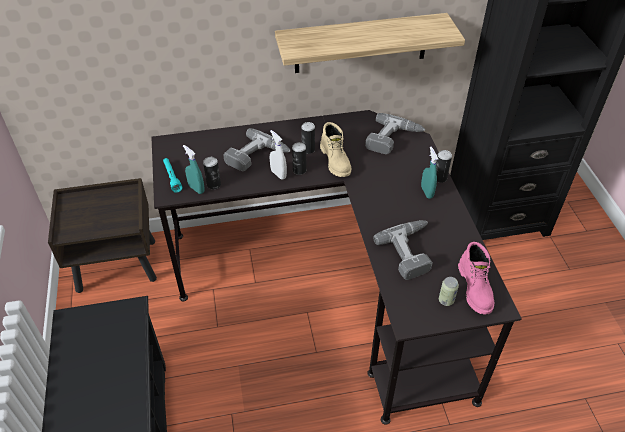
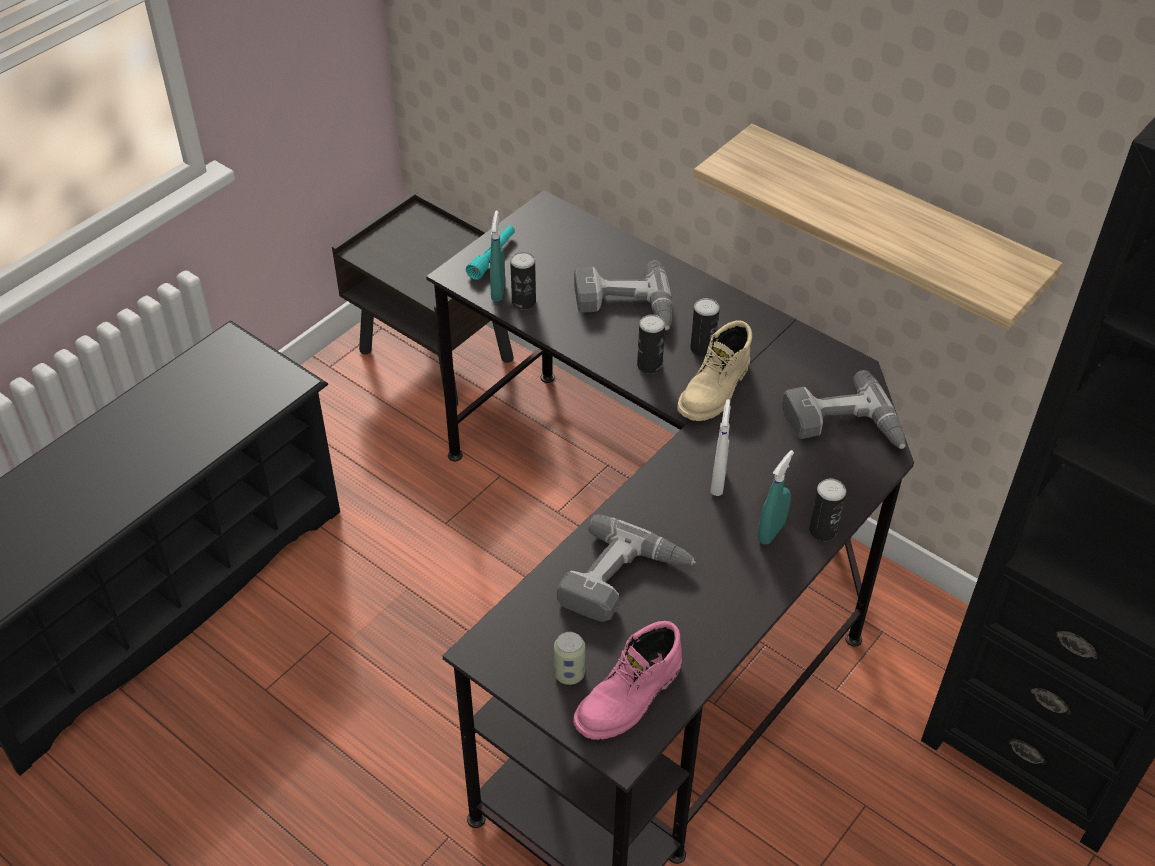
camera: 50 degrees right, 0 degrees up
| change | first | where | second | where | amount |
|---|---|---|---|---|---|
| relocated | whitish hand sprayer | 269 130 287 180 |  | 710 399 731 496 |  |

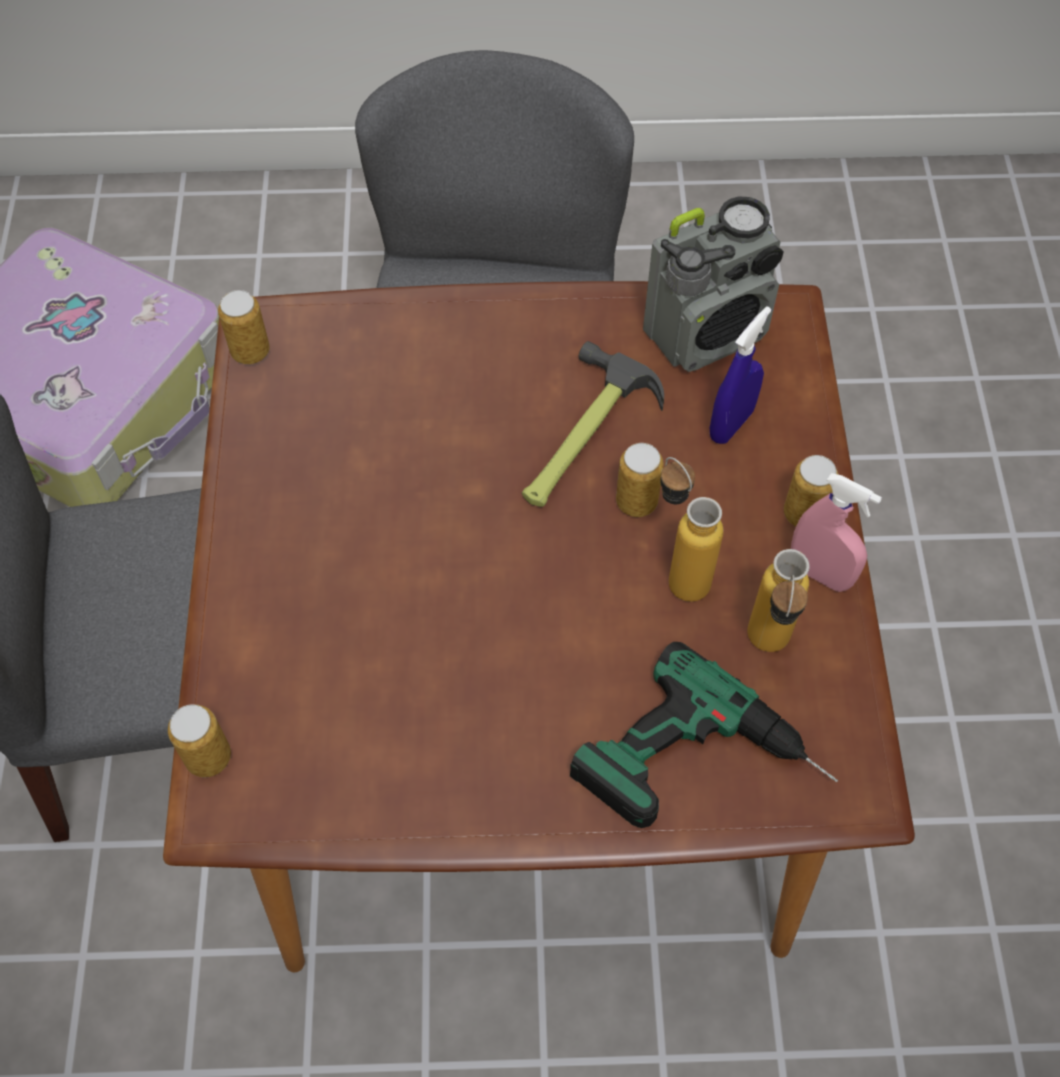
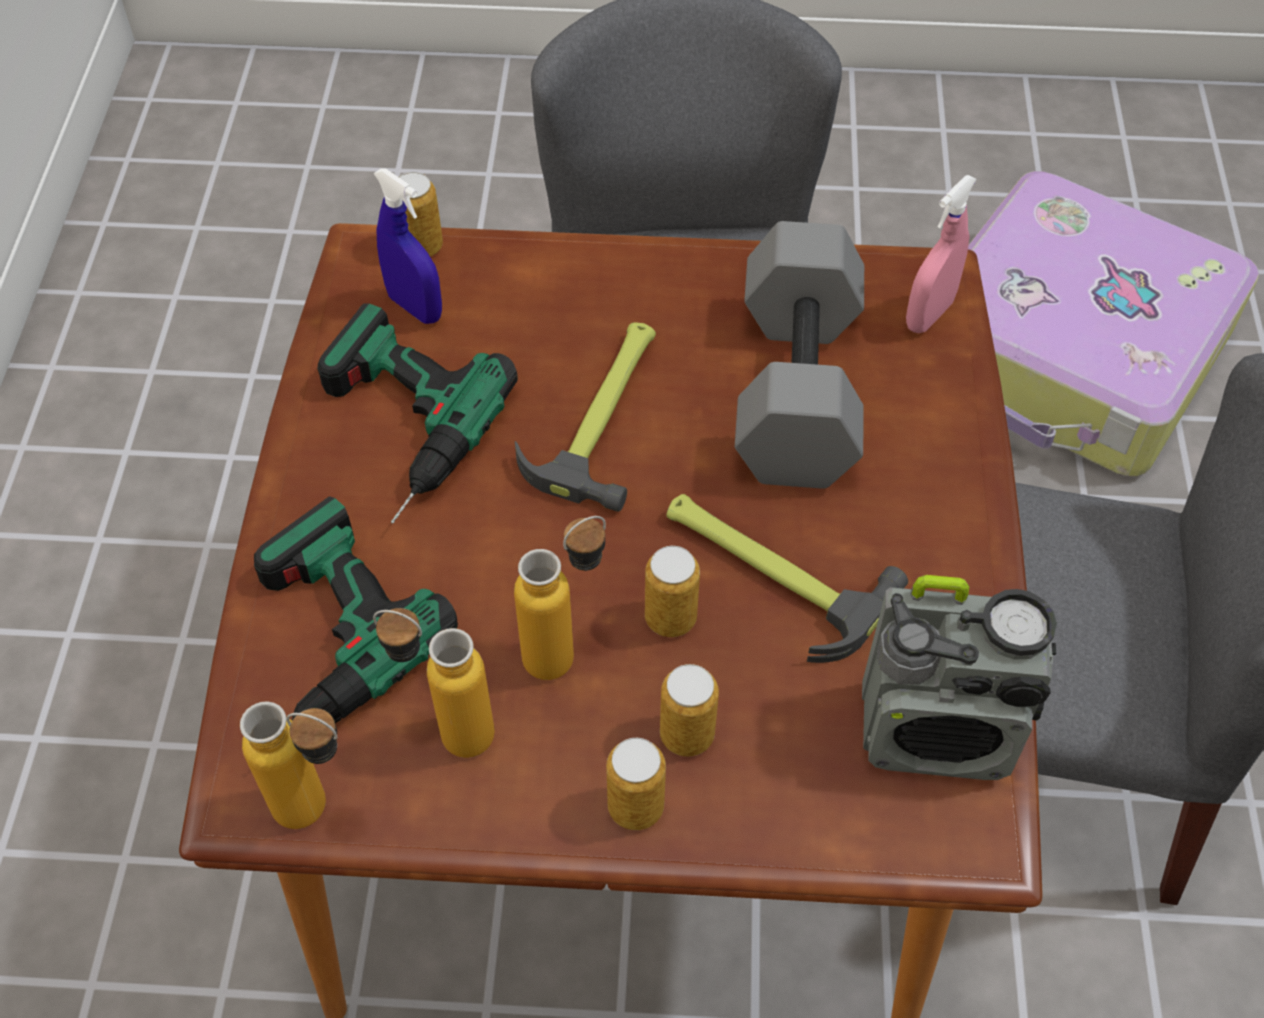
camera: 95 degrees right, 5 degrees down
| change | first | where | second | where | amount |
|---|---|---|---|---|---|
| relocated | sealed can | 218 290 270 364 |  | 660 664 719 757 |  |
| spun | radio | 643 196 784 372 |  | 862 575 1057 780 | 60 degrees counterclockwise |
| relocated | blue hand sprayer | 710 306 771 444 |  | 373 168 442 324 |  |
| relocated | pink-coloured hand sprayer | 791 473 882 592 |  | 906 175 977 333 |  |
| appeared |  |  | bottle | 240 701 337 829 |  |
| appeared |  |  | electric drill | 317 303 518 524 |  |
| appeared |  |  | hand hammer | 515 322 656 512 |  |
| appeared |  |  | grey dumbbell | 735 221 864 489 |  |

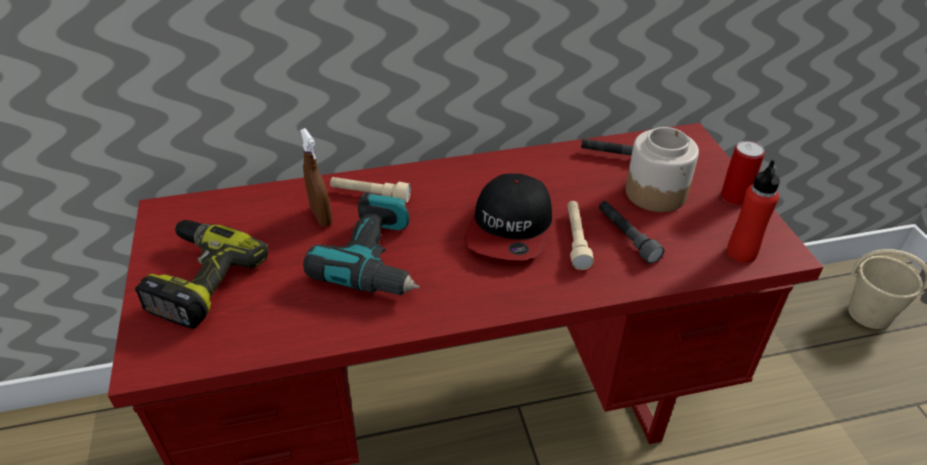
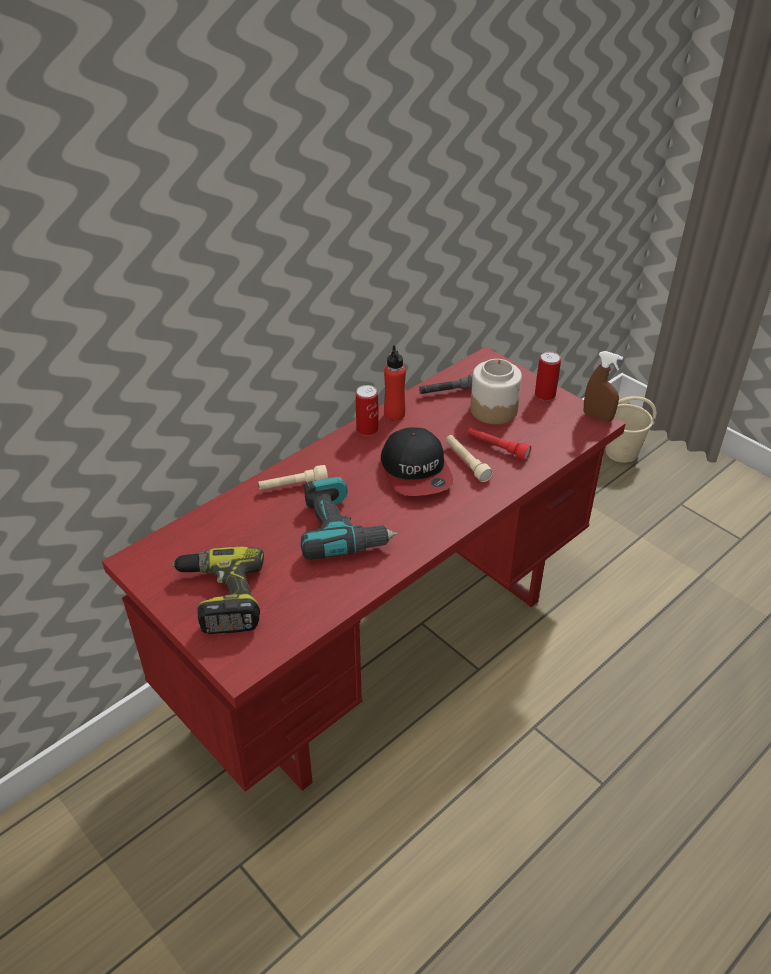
camera: 30 degrees left, 0 degrees up
| change | first | where | second | where | amount |
|---|---|---|---|---|---|
| relocated | brownish hand sprayer | 300 128 332 226 |  | 584 351 623 422 |  |
| colour | grey hand torch | 599 201 664 264 | red-coloured hand torch | 467 428 531 461 |  |
| relocated | red-coloured bottle | 727 160 780 263 |  | 384 345 406 421 |  |
| appeared |  |  | sealed can | 356 385 378 436 |  |

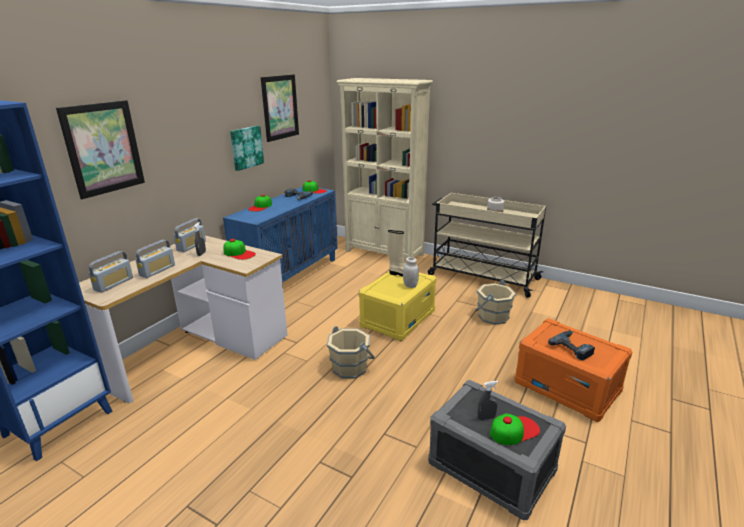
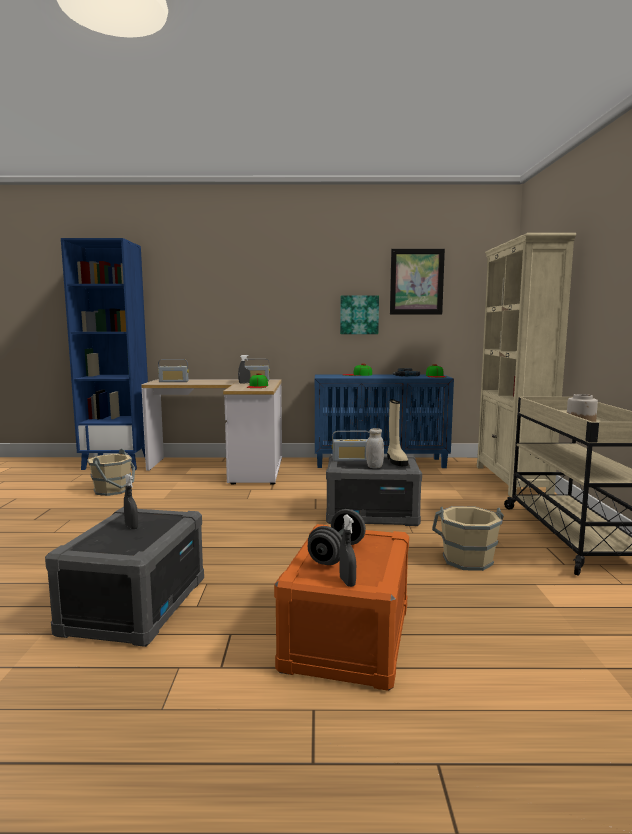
camera: 60 degrees right, 15 degrees down
| change | first | where | second | where | amount |
|---|---|---|---|---|---|
| missing | wall art | 56 100 145 199 |  |  |  |
| relocated | radio | 135 240 175 278 |  | 332 431 370 461 |  |
| relocated | beige-coloured pail | 327 326 375 379 |  | 87 449 135 496 |  |
| colour | yellowish storage bin | 359 271 436 341 | grey storage bin | 326 454 422 526 |  |
| missing | baseball cap | 490 413 540 445 |  |  |  |
| exchanged | electric drill | 548 330 595 361 | grey dumbbell | 308 509 366 565 |  |
| appeared |  |  | grey hand sprayer | 339 514 356 587 |  |

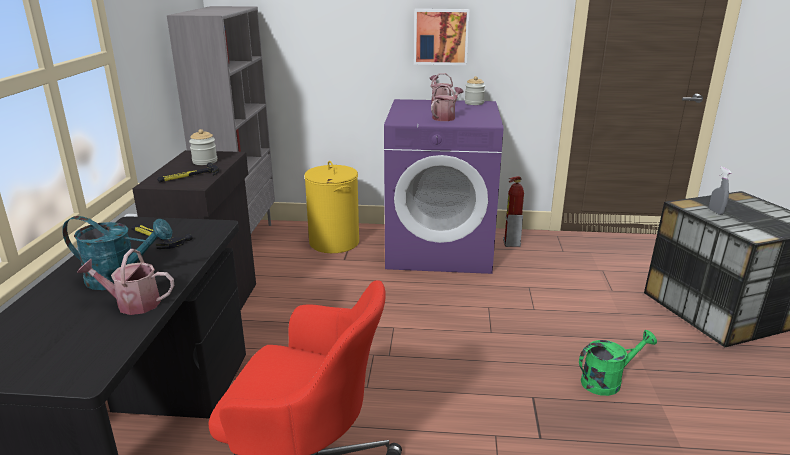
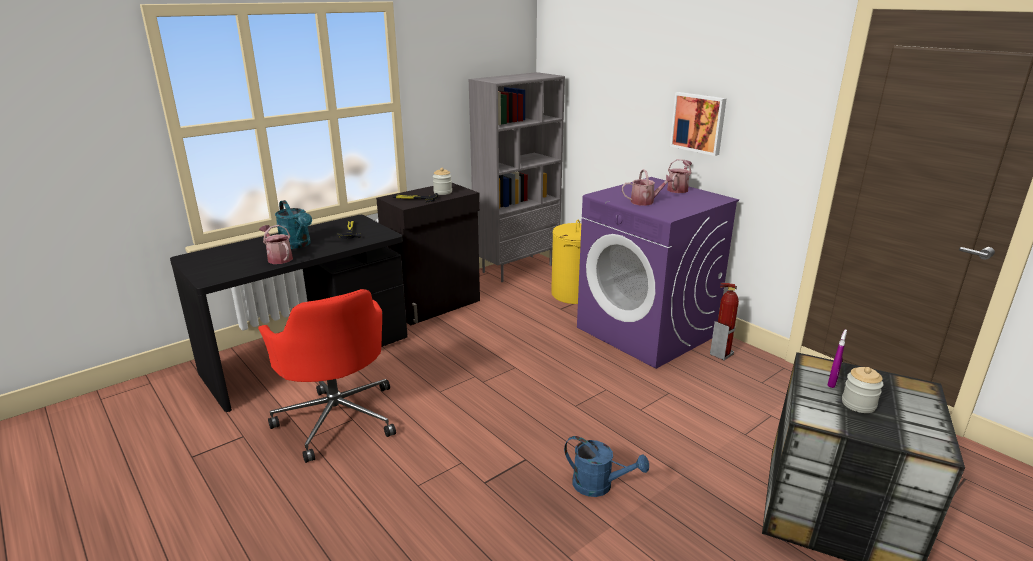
camera: 45 degrees right, 0 degrees up
| change | first | where | second | where | amount |
|---|---|---|---|---|---|
| relocated | preserve jar | 465 76 485 105 |  | 842 367 883 413 |  |
| colour | greenish sprinkling can | 579 330 657 396 | blue sprinkling can | 564 436 649 497 |  |
| colour | grey hand sprayer | 709 166 731 215 | purplish hand sprayer | 828 329 847 388 |  |

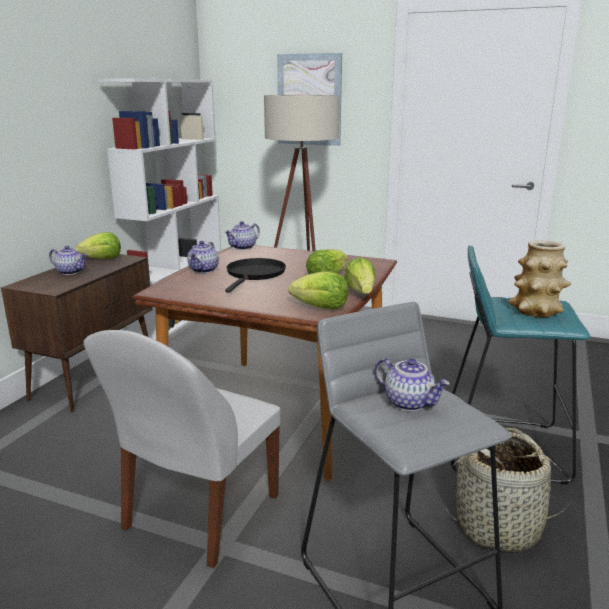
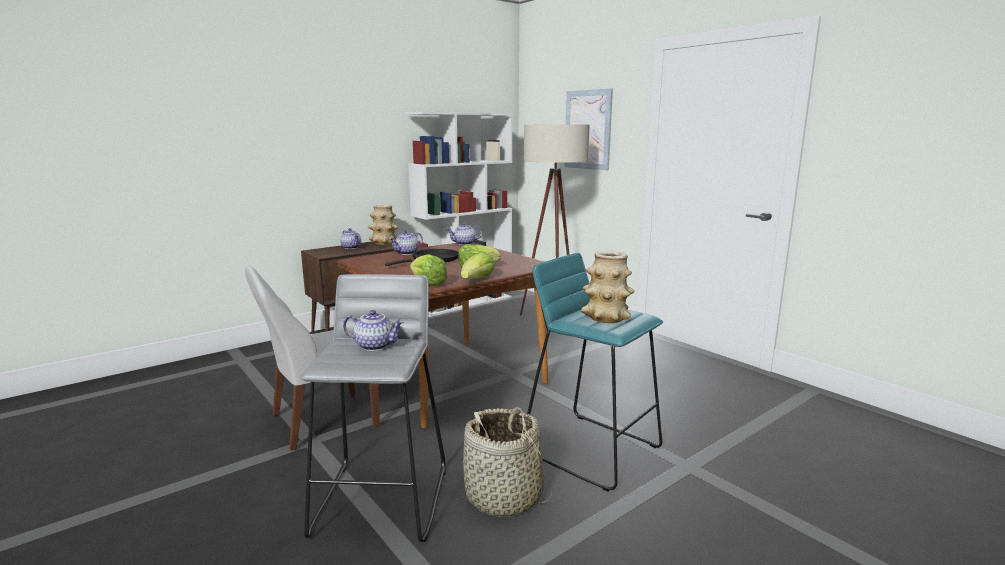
camera: 30 degrees right, 5 degrees down
| change | first | where | second | where | amount |
|---|---|---|---|---|---|
| exchanged | lettuce head | 76 232 121 259 | decorative vase | 368 204 399 245 |  |
| spun | teapot | 375 358 450 411 |  | 343 310 404 351 | 60 degrees counterclockwise |

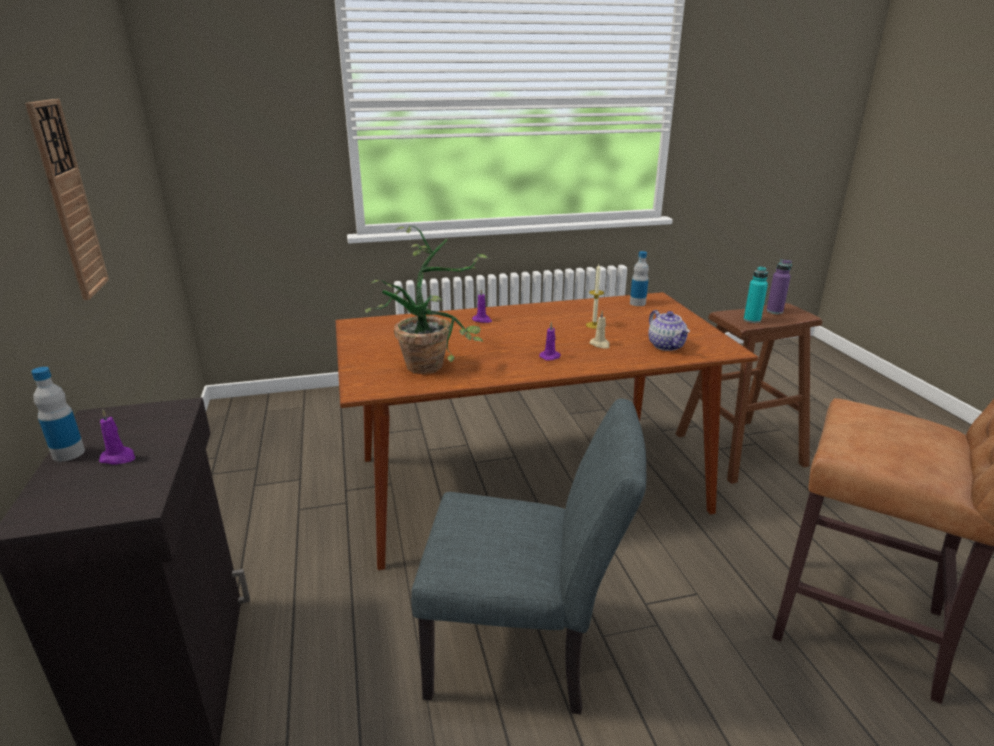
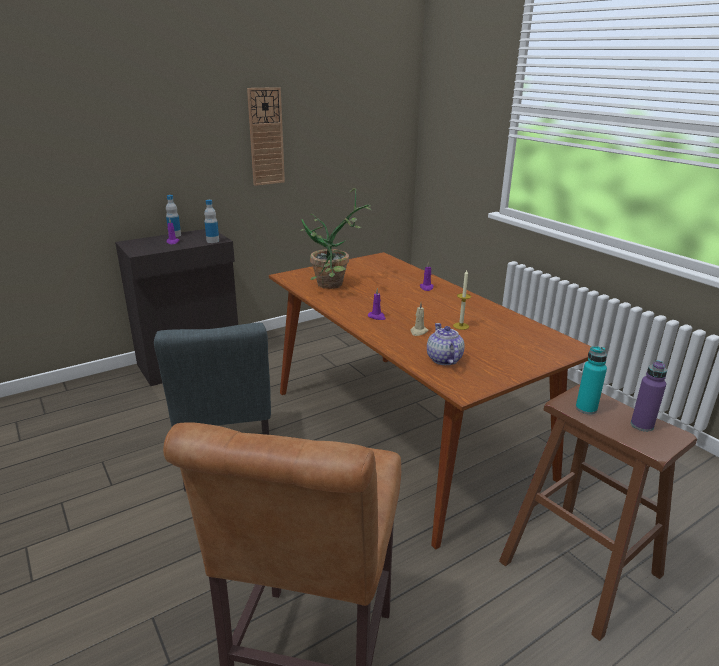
camera: 70 degrees right, 0 degrees up
| change | first | where | second | where | amount |
|---|---|---|---|---|---|
| relocated | bottle | 630 251 649 306 |  | 204 200 219 243 |  |
| spun | teapot | 648 310 690 351 |  | 427 323 465 365 | 120 degrees clockwise |

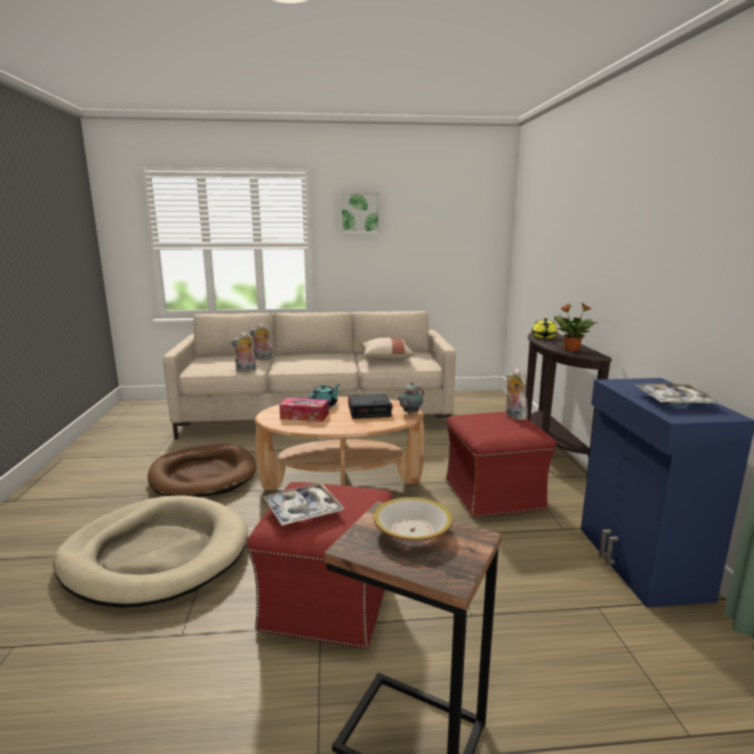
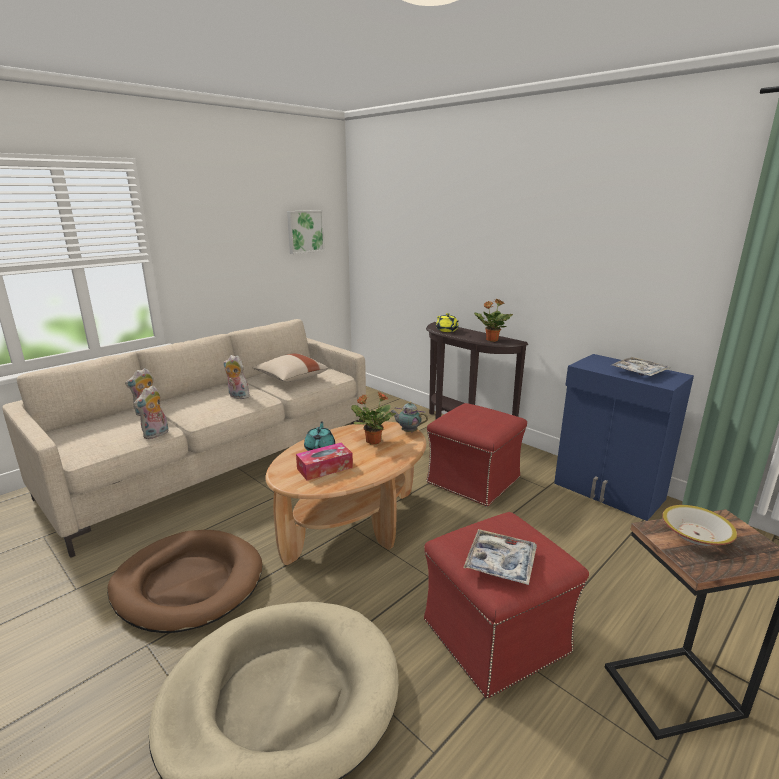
camera: 40 degrees left, 5 degrees up
| change | first | where | second | where | amount |
|---|---|---|---|---|---|
| relocated | wall art | 340 192 380 234 |  | 287 210 325 254 |  |
| exchanged | alarm clock | 348 394 392 419 | potted plant | 351 392 396 445 |  |
| spun | teapot | 397 382 424 414 |  | 390 401 428 433 | 105 degrees clockwise |
| relocated | soft toy | 505 368 528 420 |  | 223 355 250 399 |  |

